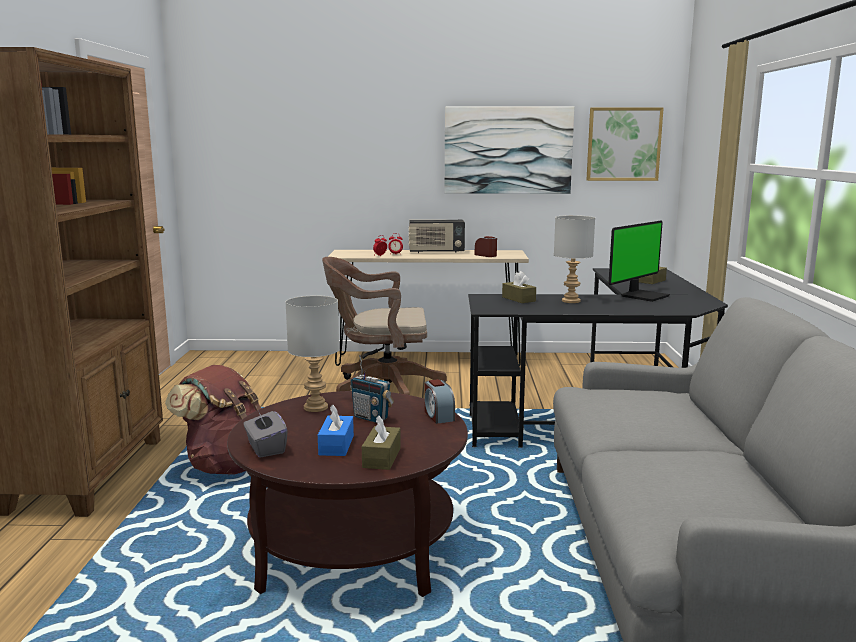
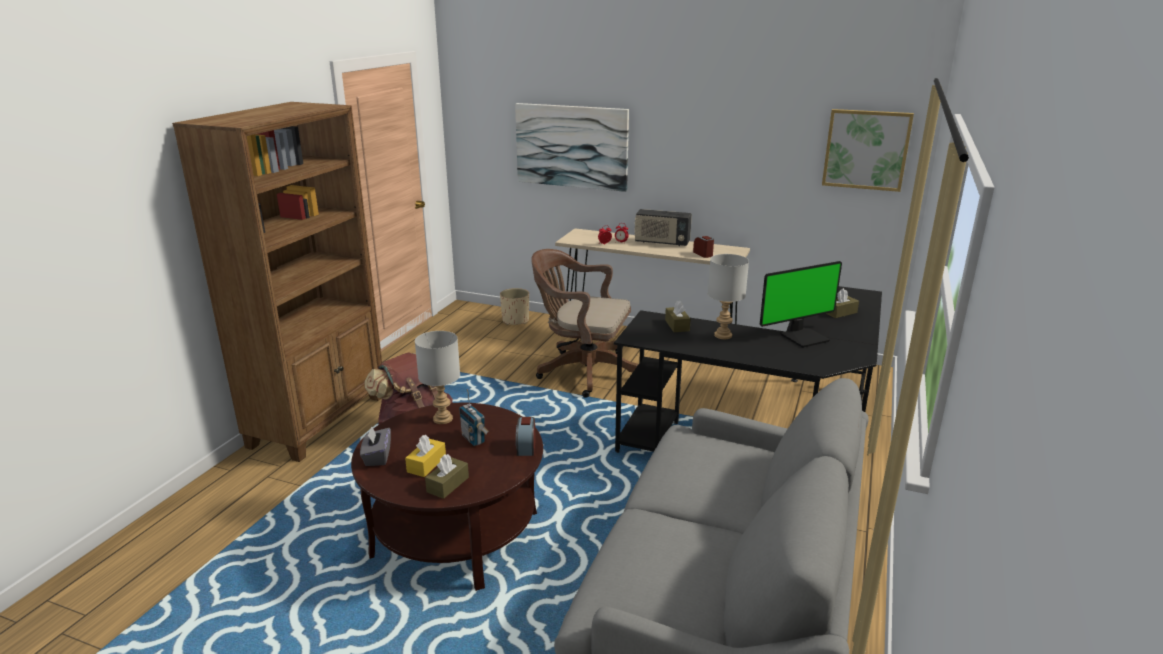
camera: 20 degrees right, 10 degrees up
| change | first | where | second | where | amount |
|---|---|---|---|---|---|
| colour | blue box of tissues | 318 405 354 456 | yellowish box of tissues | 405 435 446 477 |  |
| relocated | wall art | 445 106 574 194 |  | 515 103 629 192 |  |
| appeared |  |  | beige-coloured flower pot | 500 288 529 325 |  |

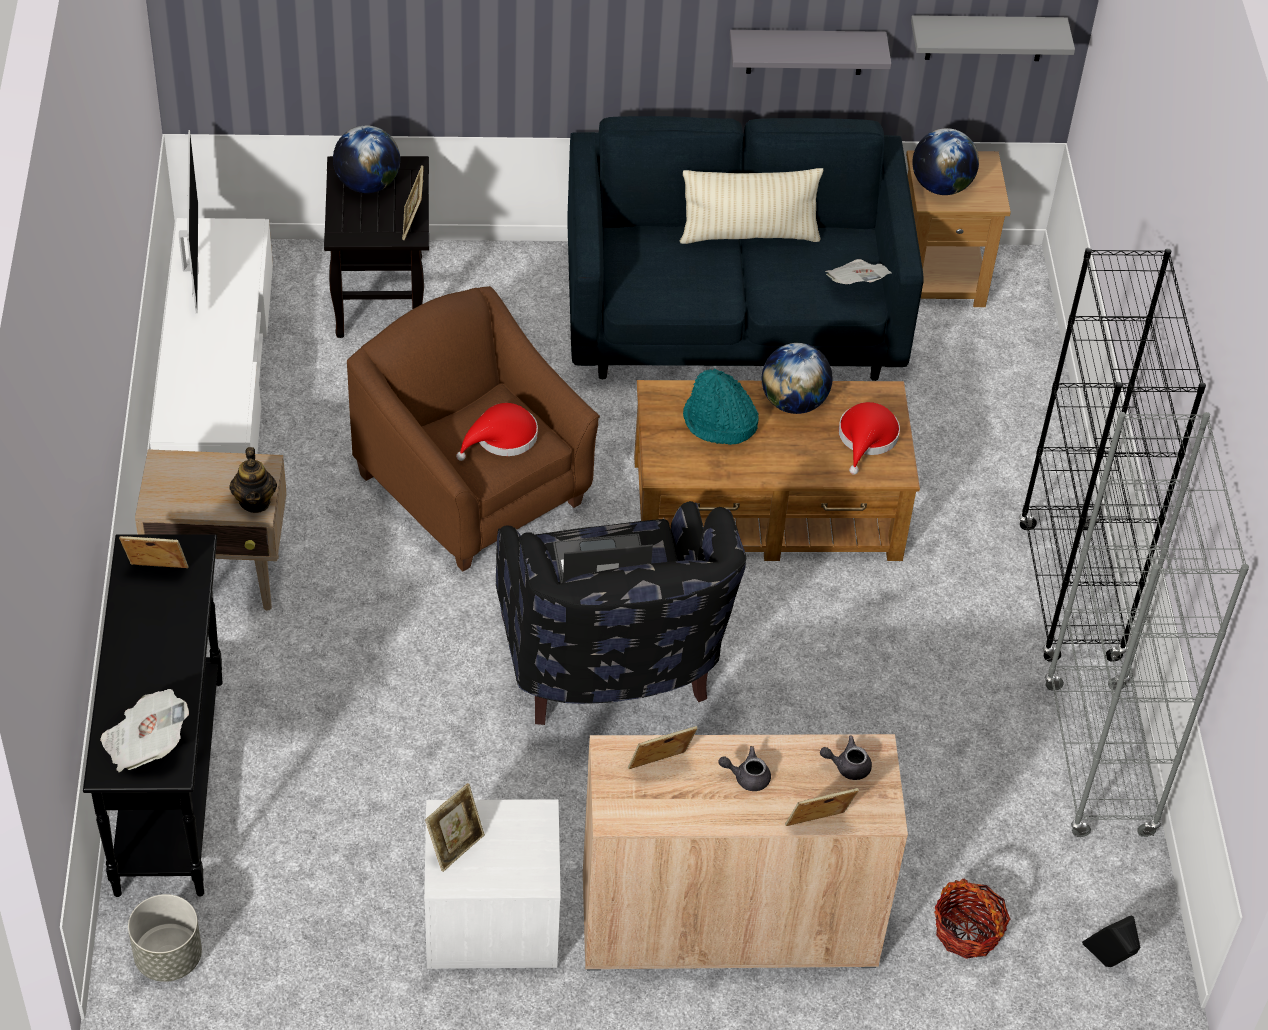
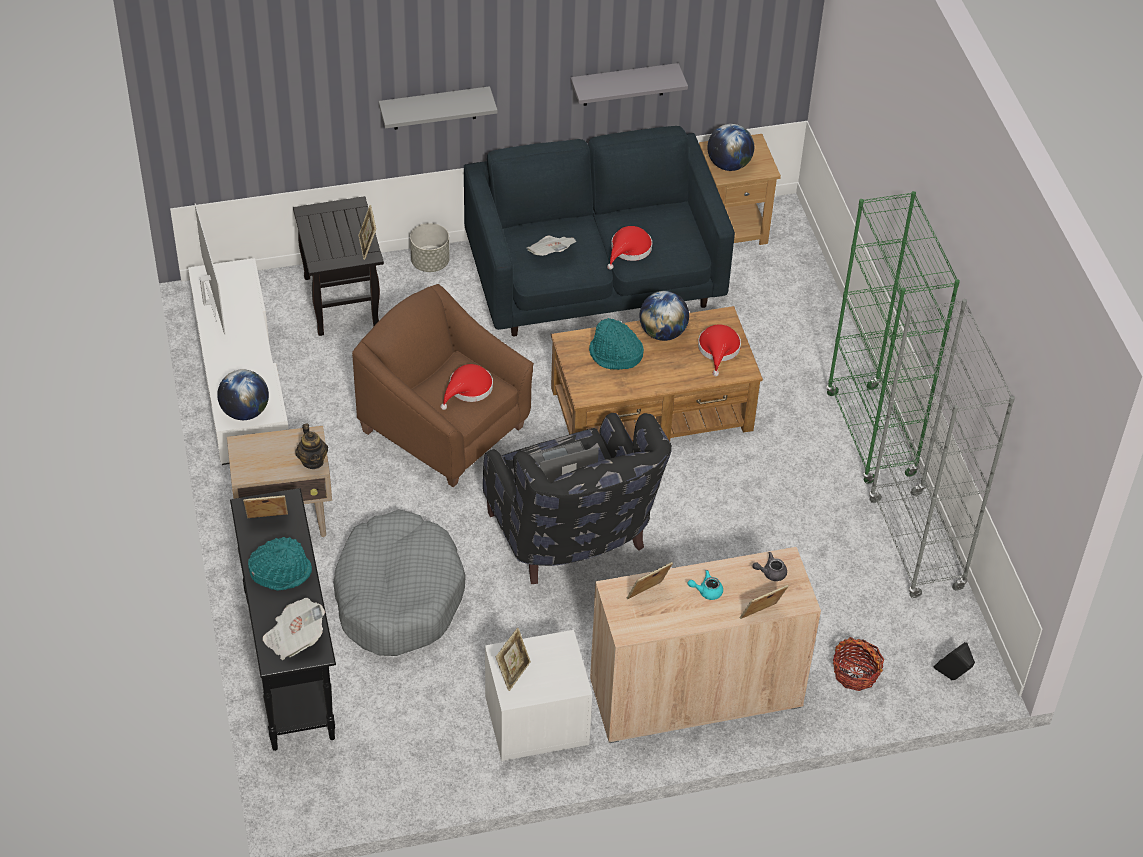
camera: 10 degrees left, 0 degrees up
| change | first | where | second | where | amount |
|---|---|---|---|---|---|
| relocated | grey flower pot | 128 894 202 982 |  | 410 223 450 272 |  |
| relocated | globe | 333 125 400 193 |  | 217 369 269 420 |  |
| missing | beige-coloured throw pillow | 680 168 823 244 |  |  |  |
| colour | grey teapot | 718 746 771 791 | blue-green teapot | 688 570 723 600 |  |
| relocated | newspaper | 825 259 892 284 |  | 527 235 577 256 |  |
| relocated | grey shelf | 911 15 1075 61 |  | 379 86 498 130 |  |
| colour | black-coloured shelving unit | 1019 248 1206 662 | greenish shelving unit | 826 191 960 483 |  |
| appeared |  |  | blue-green hat | 248 537 312 591 |  |
| appeared |  |  | grey dog cushion | 333 509 466 656 |  |
| appeared |  |  | red-coloured hat | 607 226 652 270 |  |

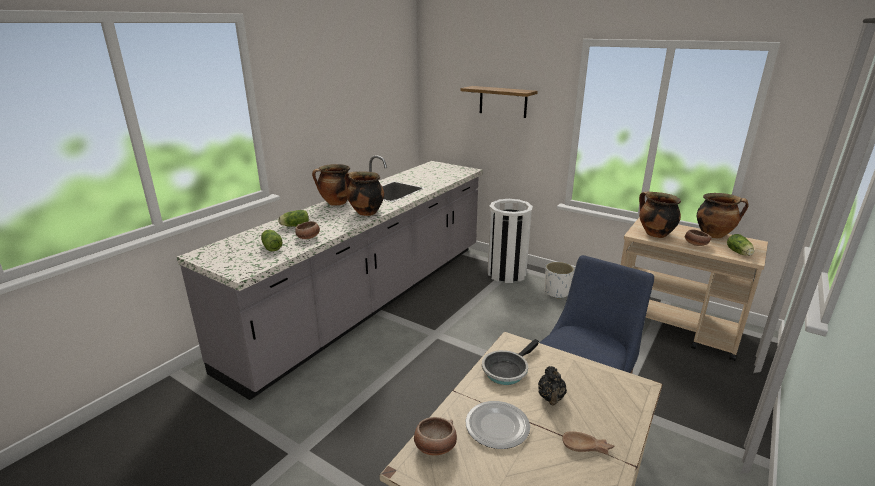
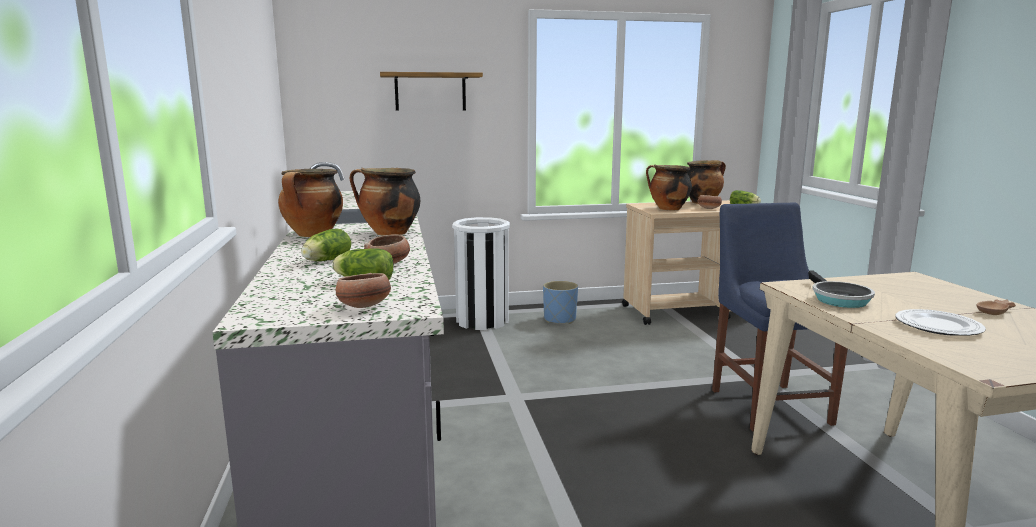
camera: 45 degrees left, 10 degrees down
| change | first | where | second | where | amount |
|---|---|---|---|---|---|
| relocated | deep dish | 414 417 457 455 |  | 336 273 391 308 |  |
| missing | black-coloured teapot | 538 366 567 406 |  |  |  |
| colour | whitish flower pot | 545 262 574 299 | blue flower pot | 543 281 578 324 |  |

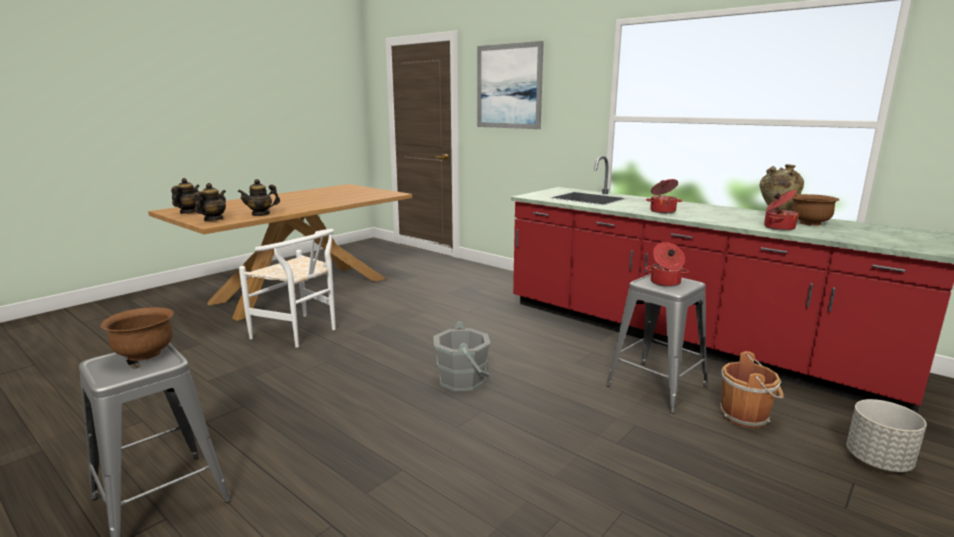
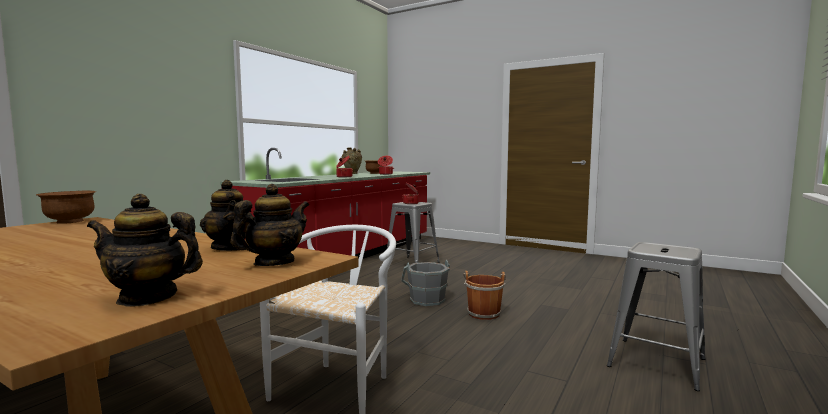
camera: 100 degrees left, 10 degrees down
| change | first | where | second | where | amount |
|---|---|---|---|---|---|
| relocated | brownish deep dish | 101 307 174 361 |  | 36 190 96 224 |  |
| spun | teapot | 194 183 226 221 |  | 230 184 309 266 | 120 degrees clockwise |
| missing | wall art | 477 41 544 129 |  |  |  |
| relocated | brownish pail | 720 351 784 428 |  | 463 271 506 320 |  |
| missing | grey flower pot | 846 399 927 472 |  |  |  |

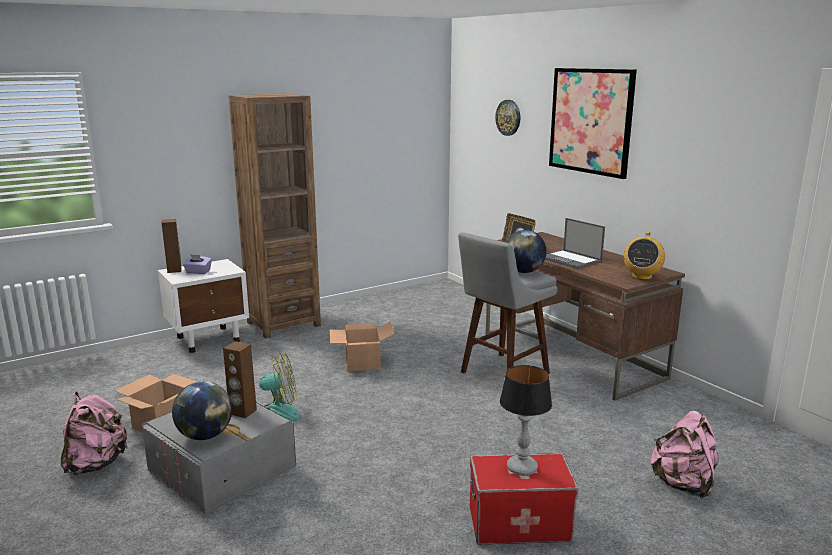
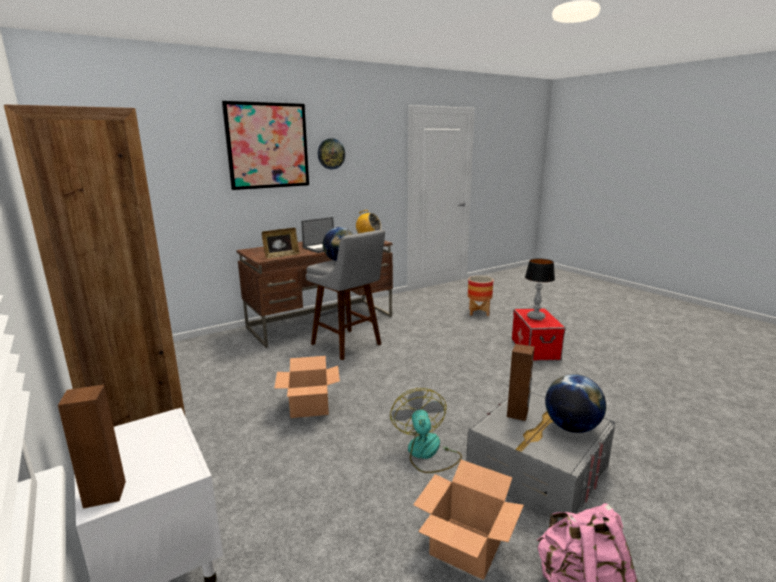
camera: 90 degrees left, 0 degrees up
| change | first | where | second | where | amount |
|---|---|---|---|---|---|
| missing | purplish box of tissues | 183 254 212 274 |  |  |  |
| relocated | hanging clock | 495 100 520 136 |  | 318 138 345 169 |  |
| exchanged | pink-coloured backpack | 650 411 719 499 | flower pot | 468 276 493 316 |  |

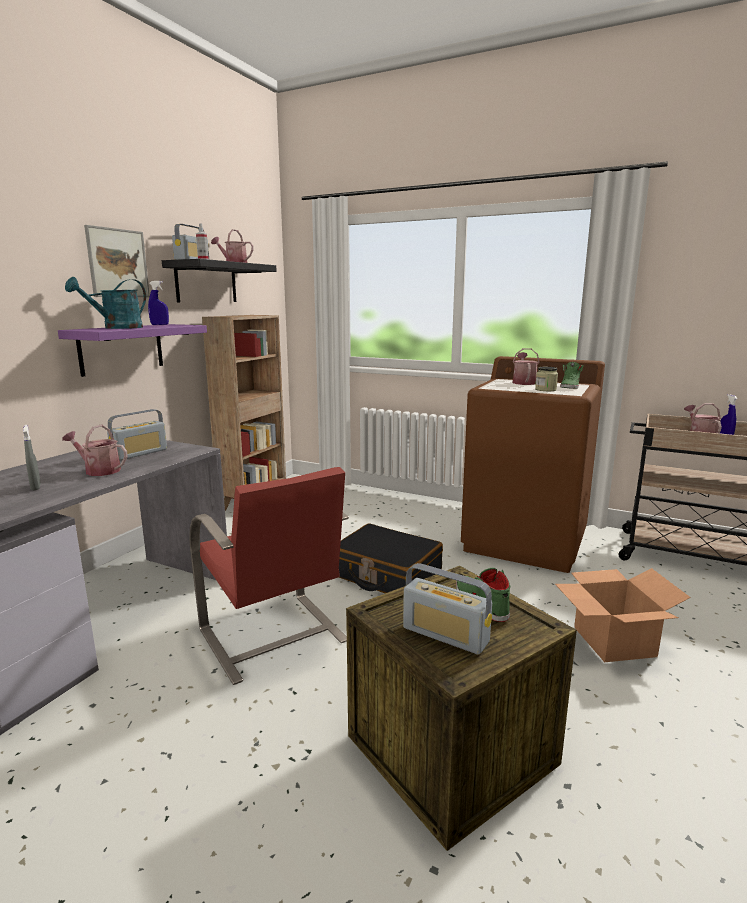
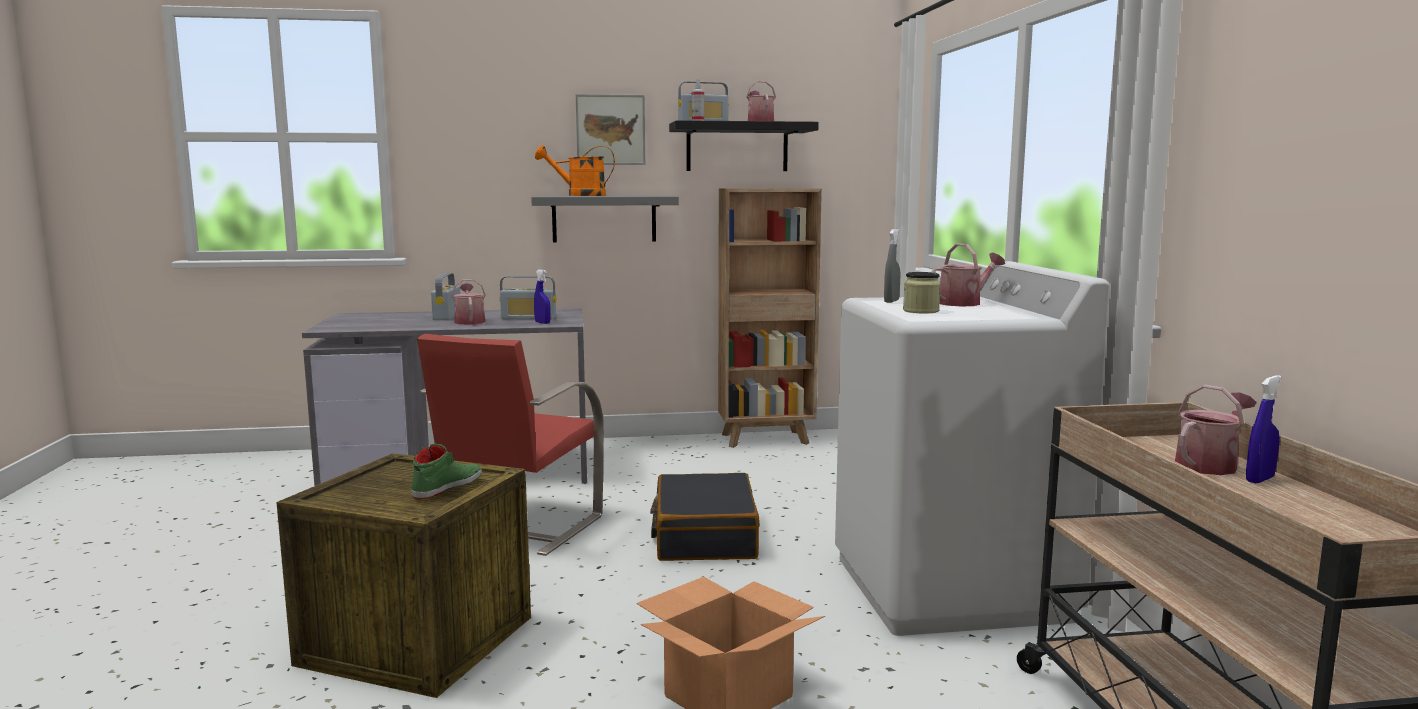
camera: 55 degrees right, 5 degrees down
| change | first | where | second | where | amount |
|---|---|---|---|---|---|
| relocated | grey hand sprayer | 23 425 41 490 |  | 884 229 900 303 |  |
| colour | purplish shelf | 58 324 207 377 | grey shelf | 531 195 679 243 |  |
| colour | blue-green sprinkling can | 65 277 146 329 | orange sprinkling can | 535 145 615 196 |  |
| relocated | blue hand sprayer | 148 281 169 325 |  | 534 270 551 324 |  |
| relocated | radio | 403 563 492 655 |  | 431 273 460 320 |  |
| colour | brownish washing machine | 461 356 605 573 | whitish washing machine | 835 261 1110 636 |  |
| missing | greenish low shoe | 560 362 584 389 |  |  |  |

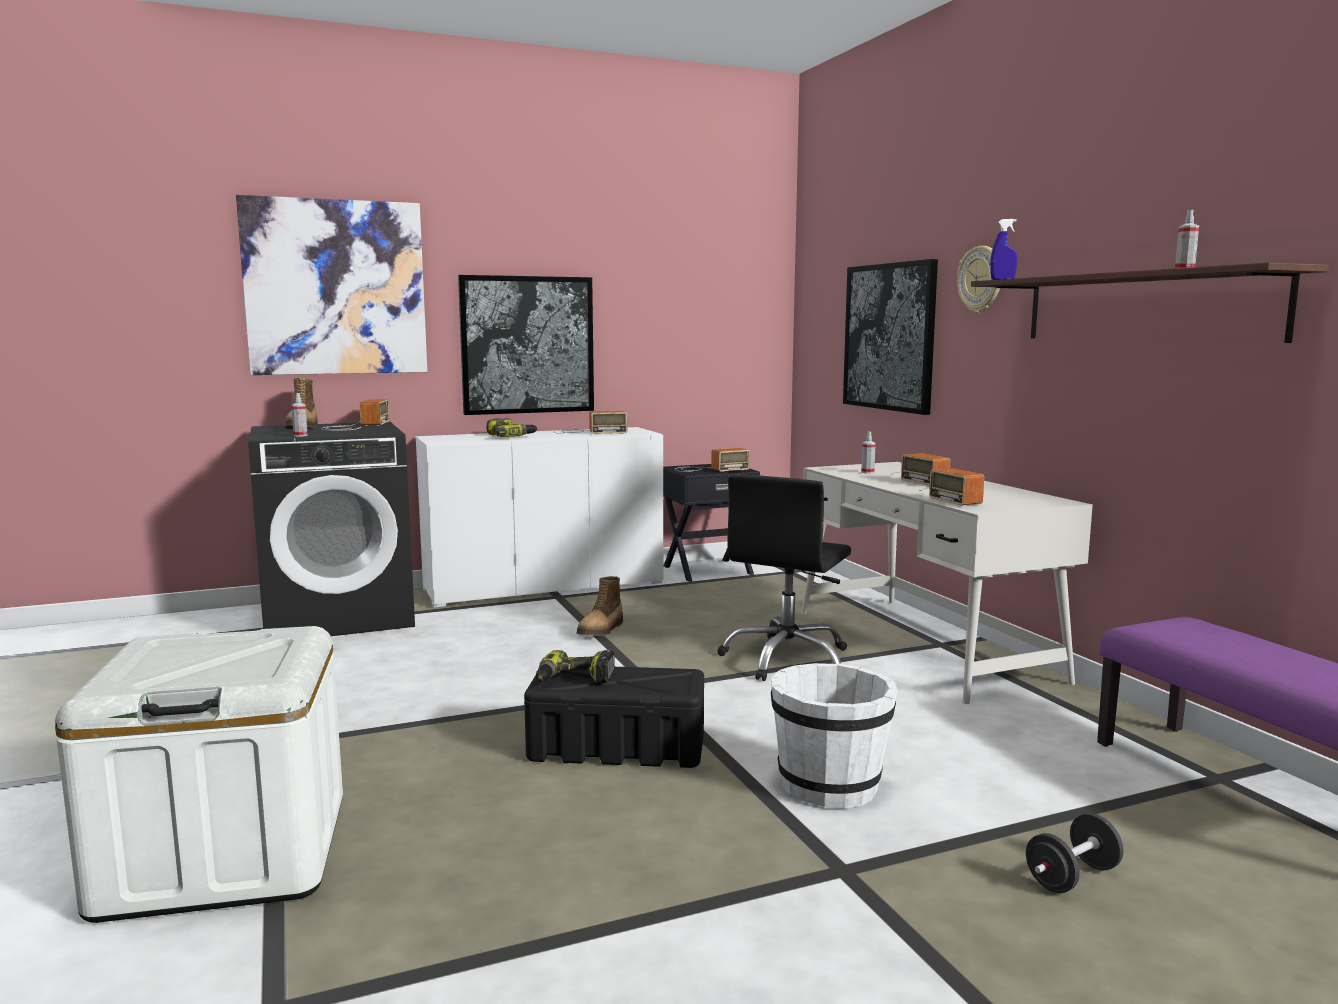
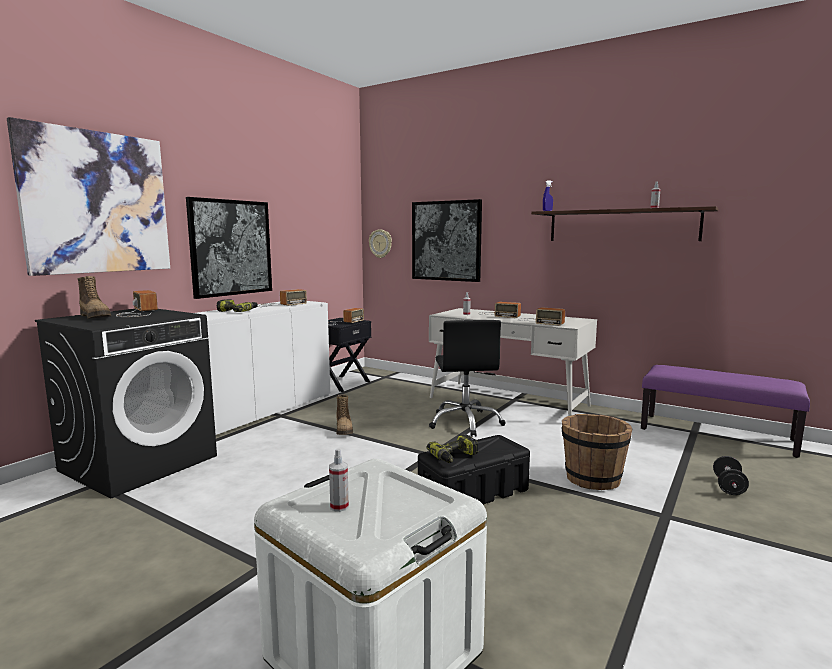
camera: 35 degrees left, 0 degrees up
| change | first | where | second | where | amount |
|---|---|---|---|---|---|
| relocated | hand sprayer | 291 393 308 437 |  | 329 449 349 512 |  |
| colour | whitish pail | 771 663 898 808 | brownish pail | 562 414 632 490 |  |
| relocated | hanging clock | 957 246 1000 313 |  | 369 229 392 258 |  |

